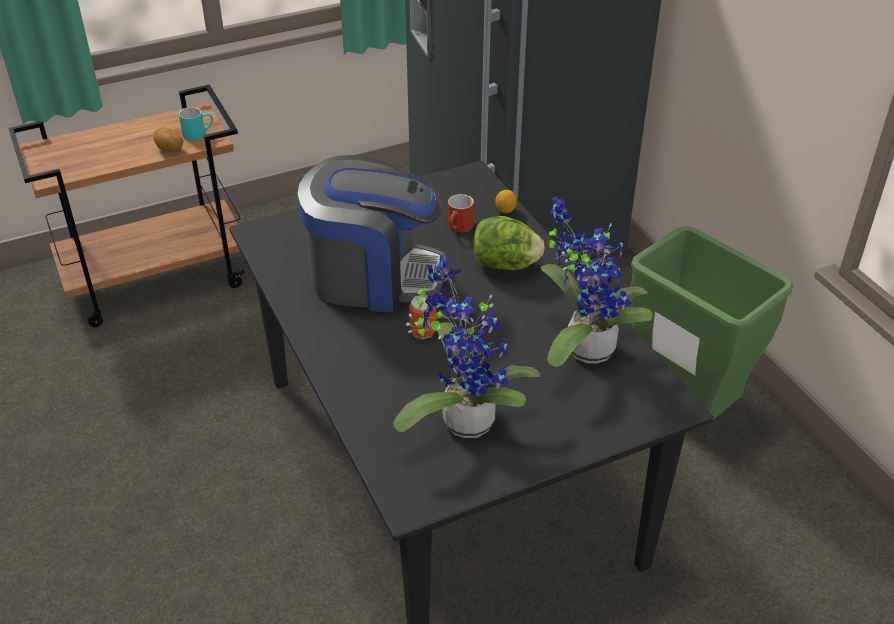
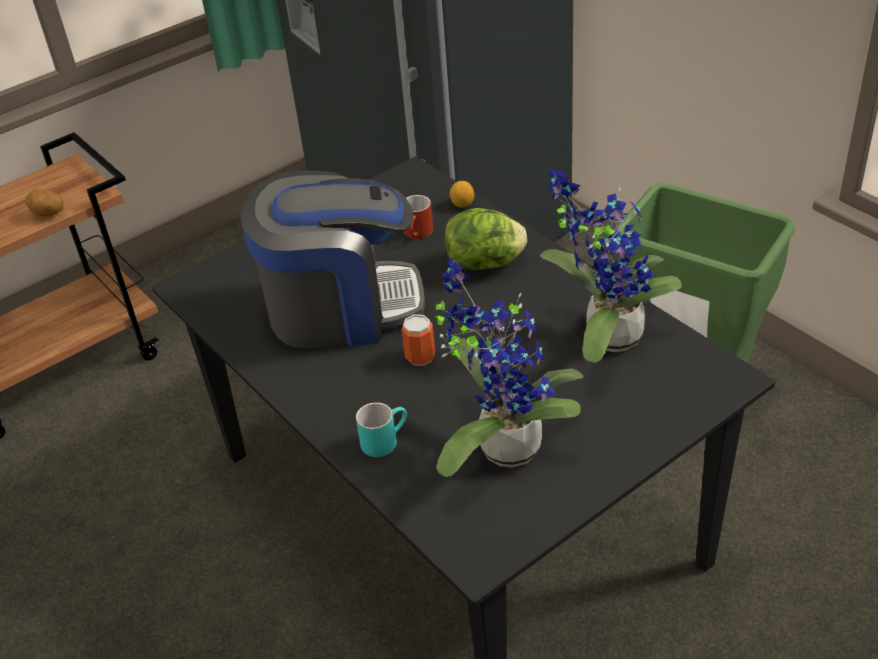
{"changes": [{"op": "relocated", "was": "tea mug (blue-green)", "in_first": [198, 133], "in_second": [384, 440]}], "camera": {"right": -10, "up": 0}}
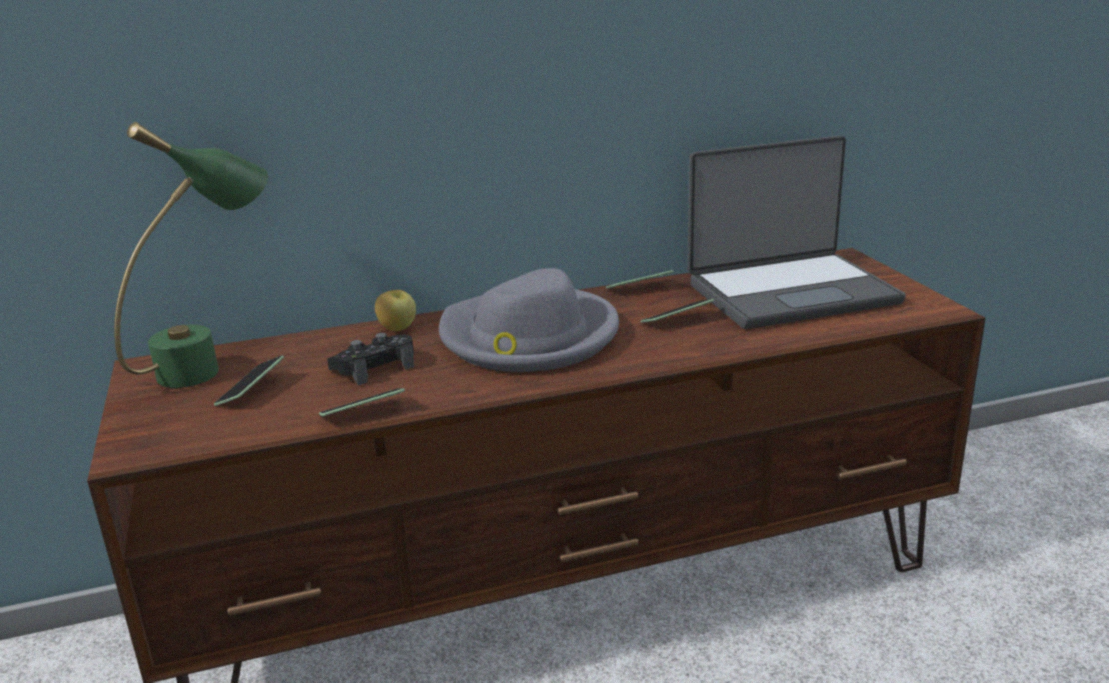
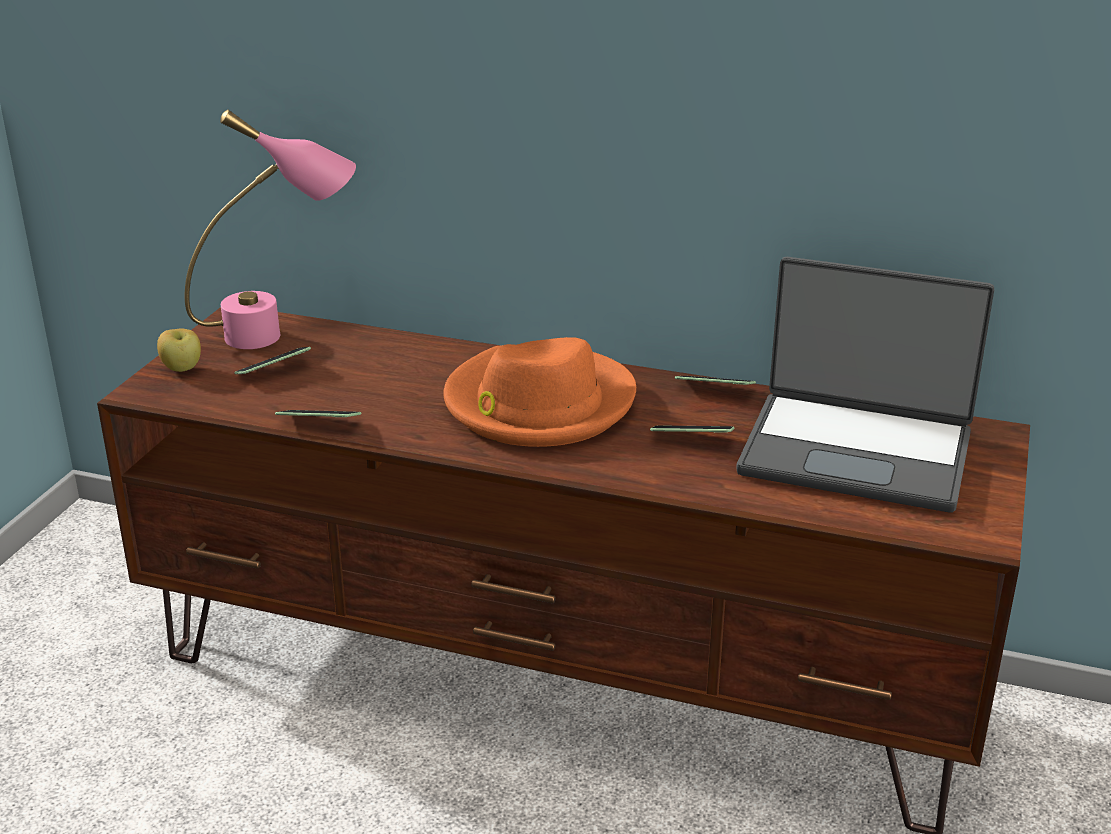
{"changes": [{"op": "colour", "was": "table lamp (green)", "now": "table lamp (pink-coloured)", "in_first": [213, 363], "in_second": [280, 333]}, {"op": "colour", "was": "hat (greyish)", "now": "hat (orange-coloured)", "in_first": [528, 337], "in_second": [537, 404]}, {"op": "relocated", "was": "apple fruit", "in_first": [398, 329], "in_second": [182, 369]}, {"op": "missing", "was": "game controller (black)", "in_first": [374, 367]}], "camera": {"right": 35, "up": 5}}
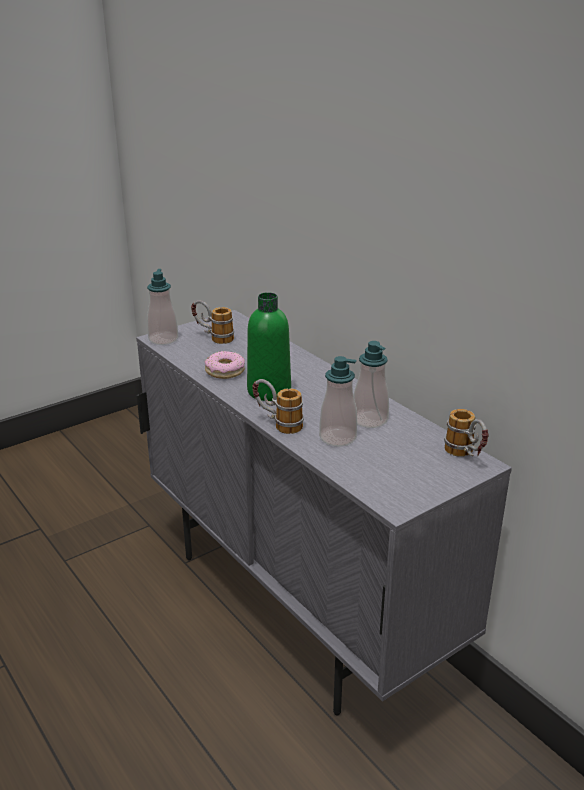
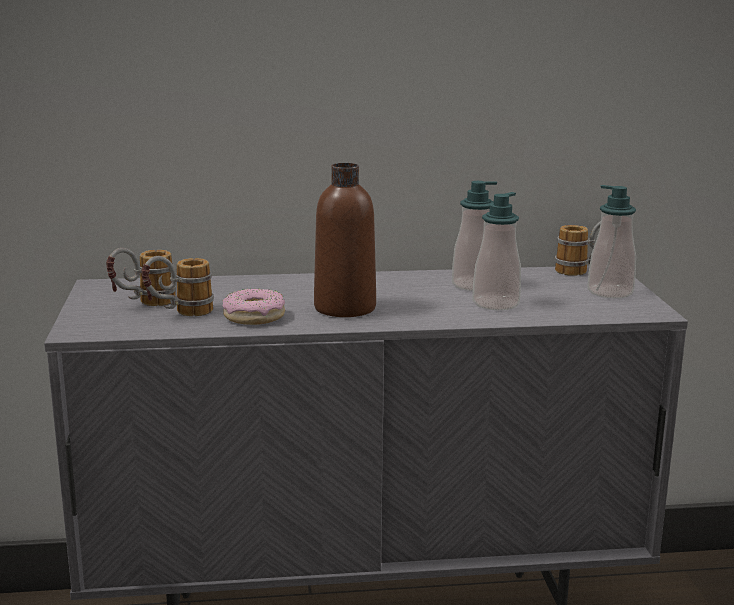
{"changes": [{"op": "relocated", "was": "liquid soap bottle", "in_first": [163, 339], "in_second": [610, 292]}, {"op": "colour", "was": "beverage bottle (green)", "now": "beverage bottle (brown-coloured)", "in_first": [269, 391], "in_second": [345, 308]}, {"op": "relocated", "was": "tea mug", "in_first": [277, 424], "in_second": [179, 313]}], "camera": {"right": -60, "up": -10}}
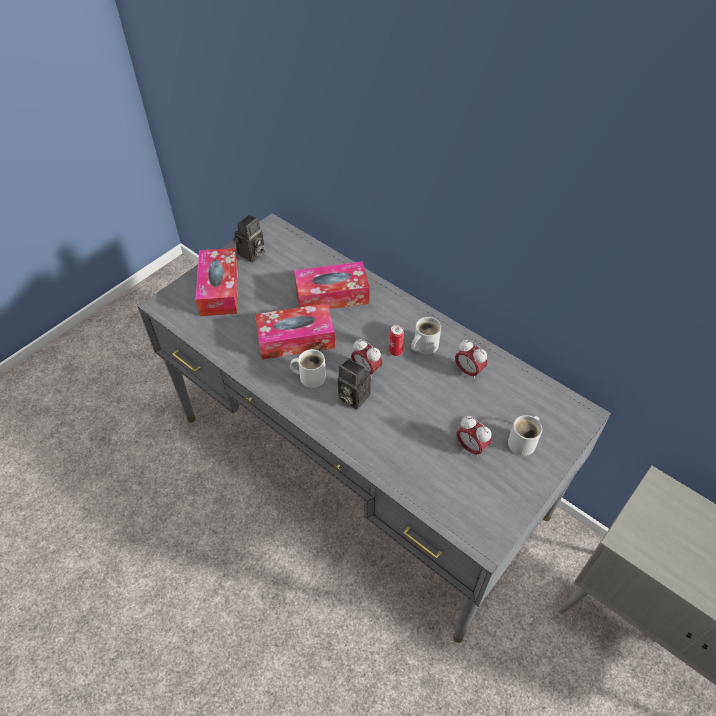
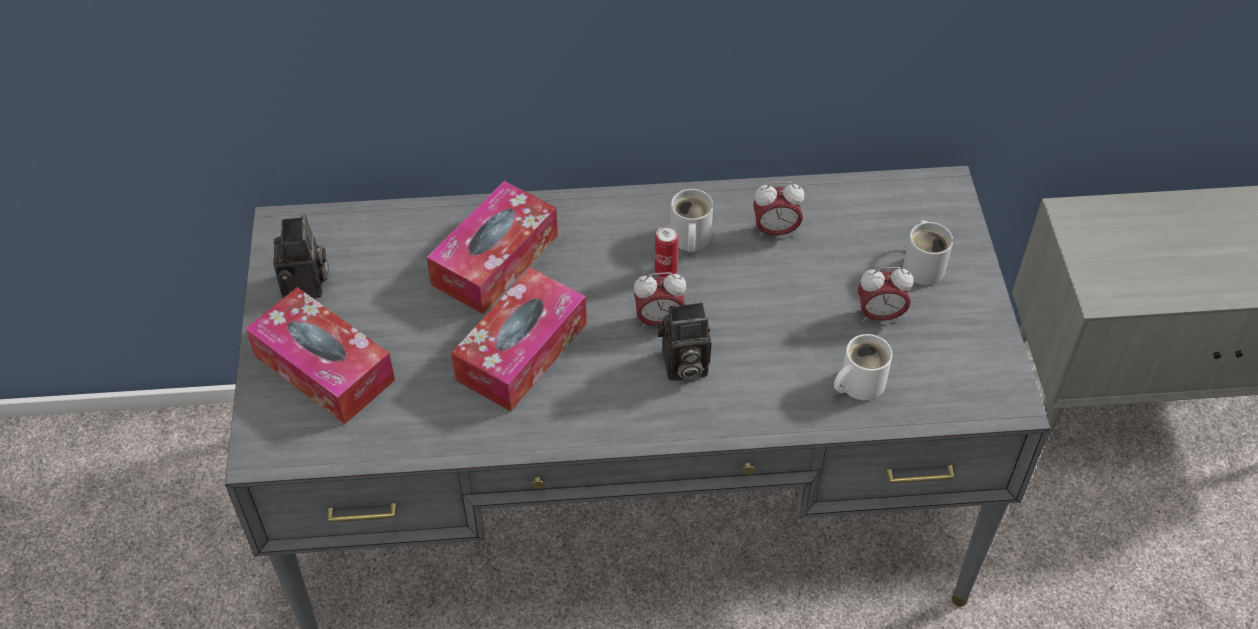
{"changes": [{"op": "relocated", "was": "tea mug (whitish)", "in_first": [310, 376], "in_second": [857, 383]}], "camera": {"right": -45, "up": 0}}
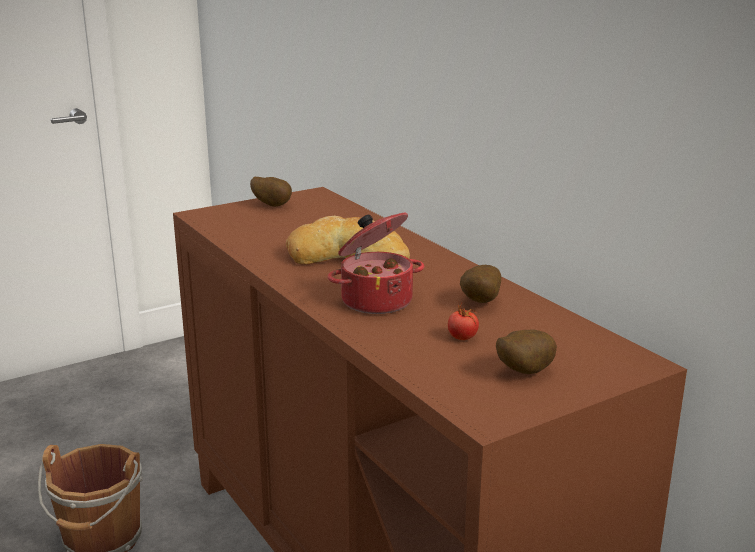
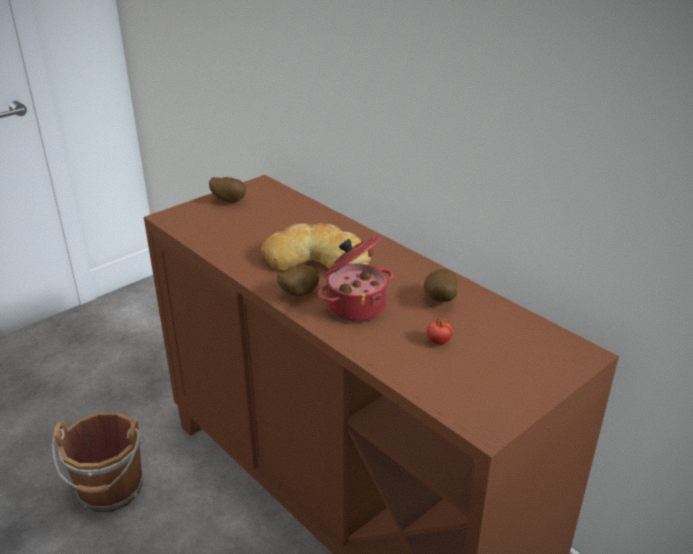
{"changes": [{"op": "relocated", "was": "potato", "in_first": [522, 372], "in_second": [297, 294]}], "camera": {"right": -10, "up": 10}}
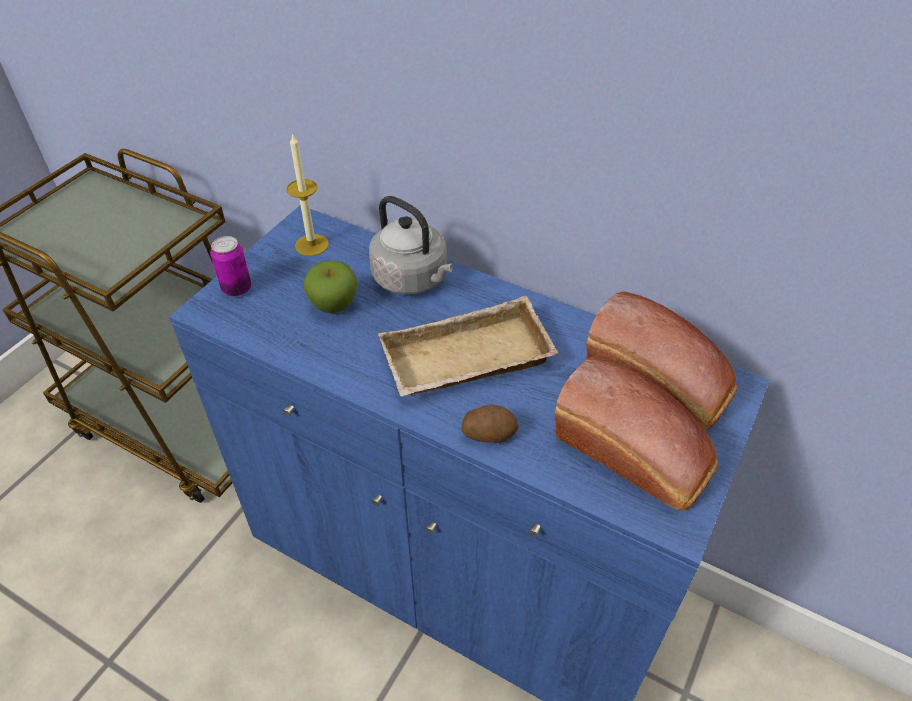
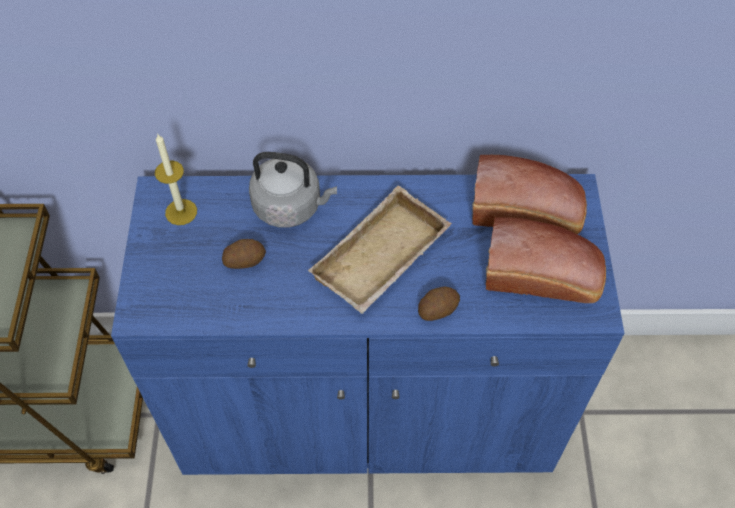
{"changes": [{"op": "missing", "was": "can", "in_first": [237, 289]}, {"op": "exchanged", "was": "apple fruit", "now": "potato", "in_first": [334, 305], "in_second": [244, 260]}], "camera": {"right": -30, "up": 10}}
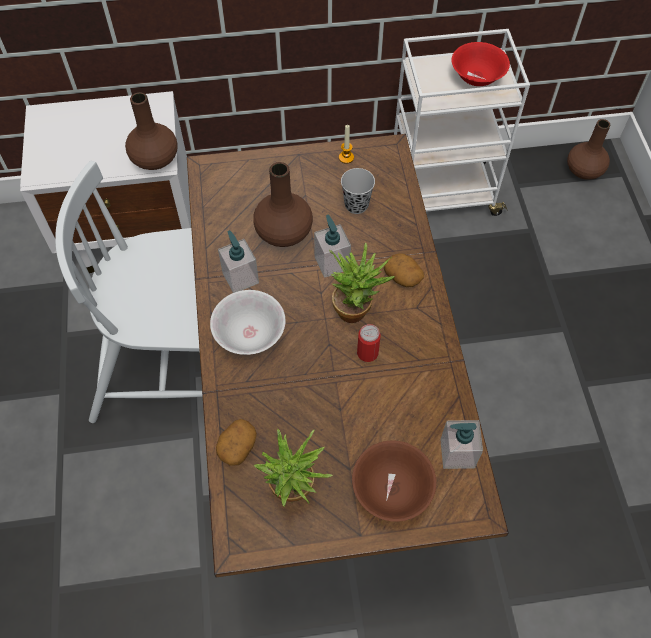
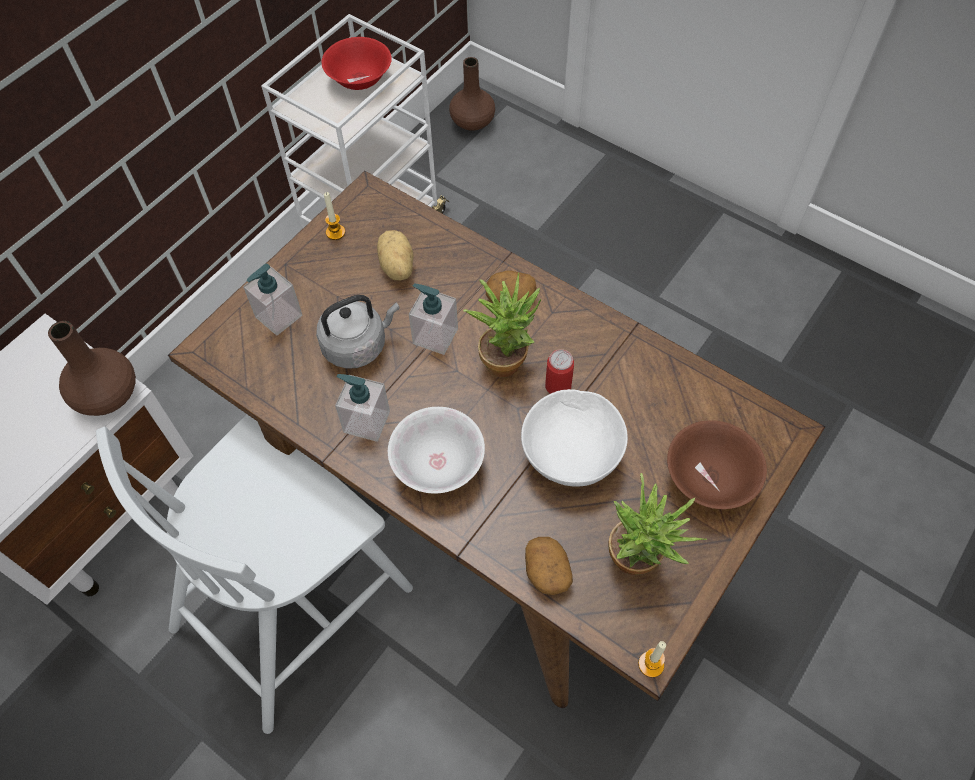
{"changes": [{"op": "exchanged", "was": "flower vase (brown-coloured)", "now": "water kettle (greyish)", "in_first": [284, 232], "in_second": [358, 345]}, {"op": "exchanged", "was": "small cup (black)", "now": "potato", "in_first": [356, 205], "in_second": [396, 267]}, {"op": "relocated", "was": "liquid soap bottle", "in_first": [457, 453], "in_second": [278, 316]}, {"op": "appeared", "now": "deep dish (whitish)", "in_second": [571, 454]}, {"op": "appeared", "now": "candle", "in_second": [651, 664]}], "camera": {"right": -45, "up": 0}}
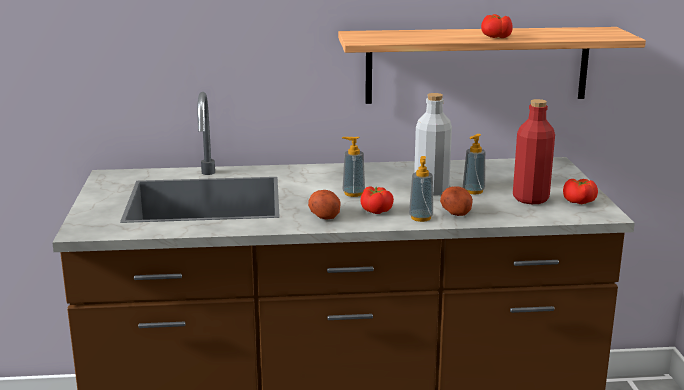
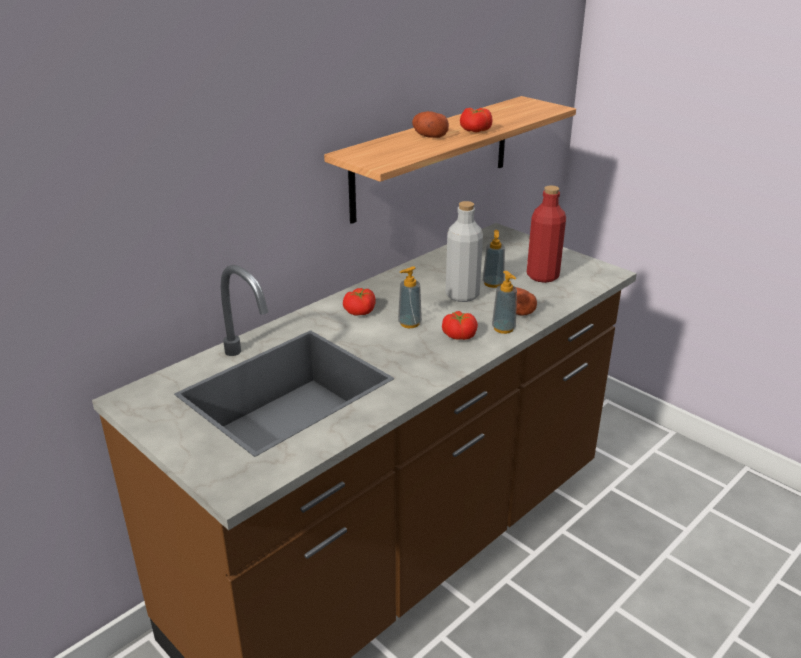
{"changes": [{"op": "relocated", "was": "whole tomato", "in_first": [579, 202], "in_second": [360, 312]}, {"op": "relocated", "was": "potato", "in_first": [324, 215], "in_second": [428, 136]}], "camera": {"right": -40, "up": 10}}
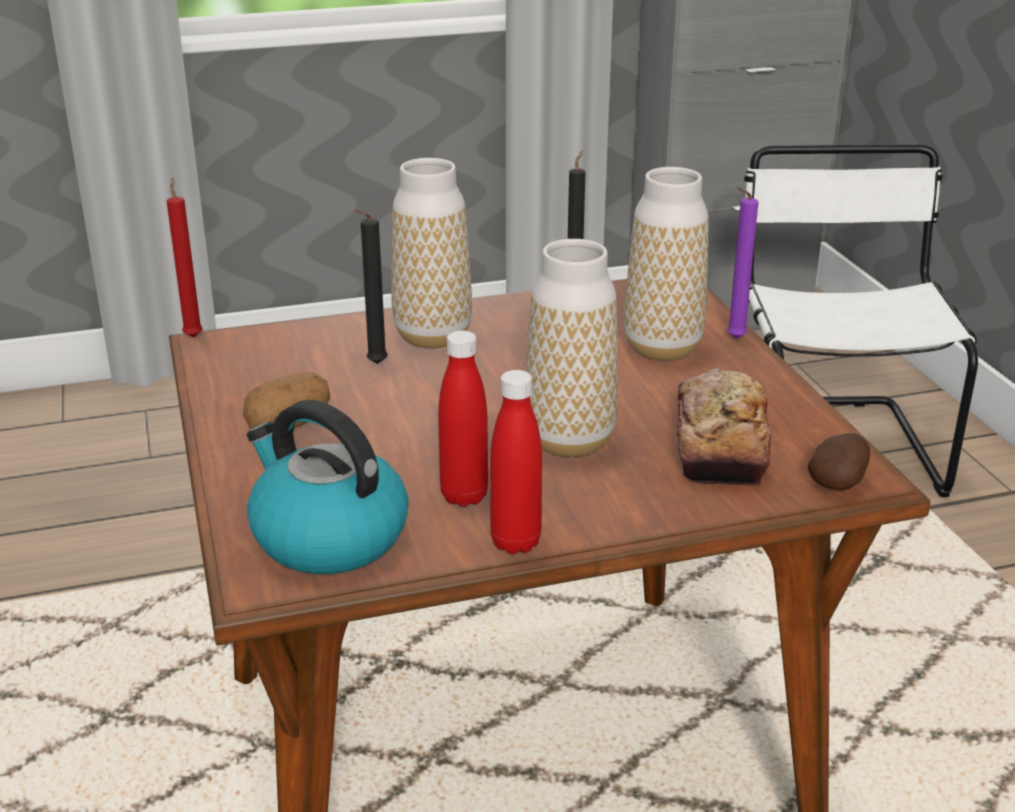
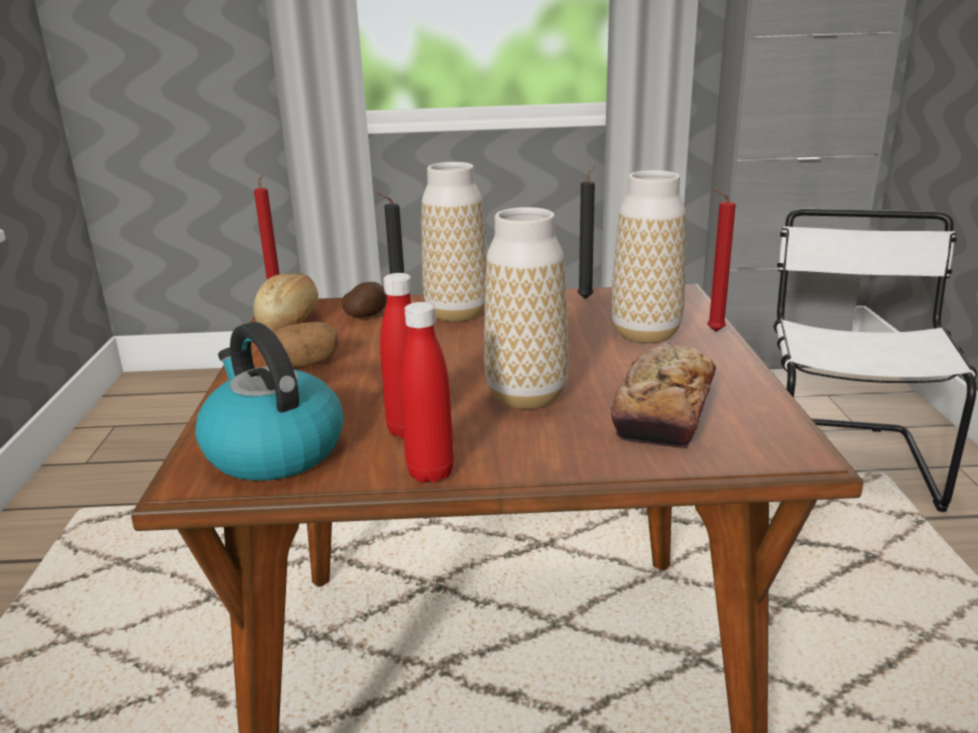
{"changes": [{"op": "colour", "was": "candle (purplish)", "now": "candle (reddish)", "in_first": [733, 339], "in_second": [712, 332]}, {"op": "relocated", "was": "potato", "in_first": [839, 483], "in_second": [366, 316]}, {"op": "appeared", "now": "bread", "in_second": [290, 321]}], "camera": {"right": 15, "up": -5}}
